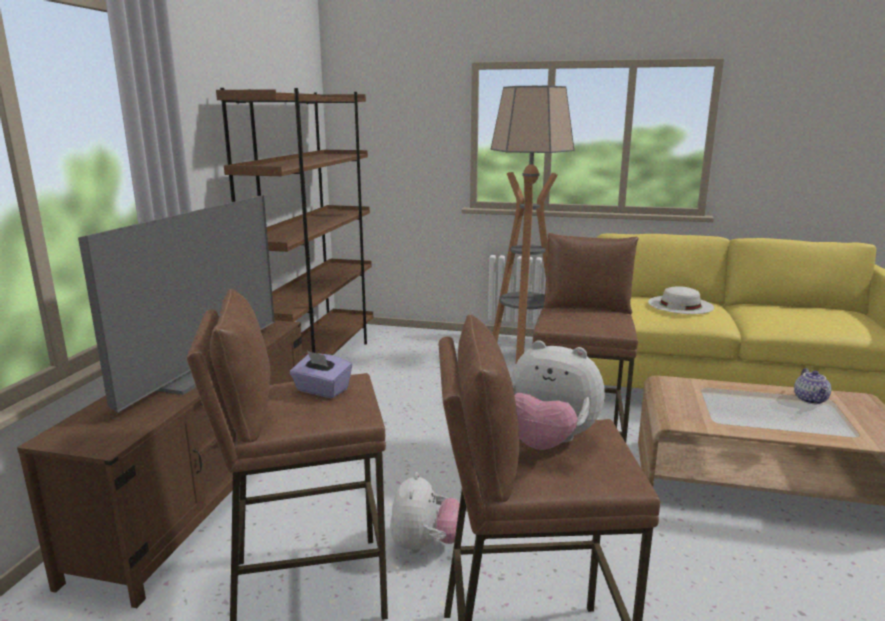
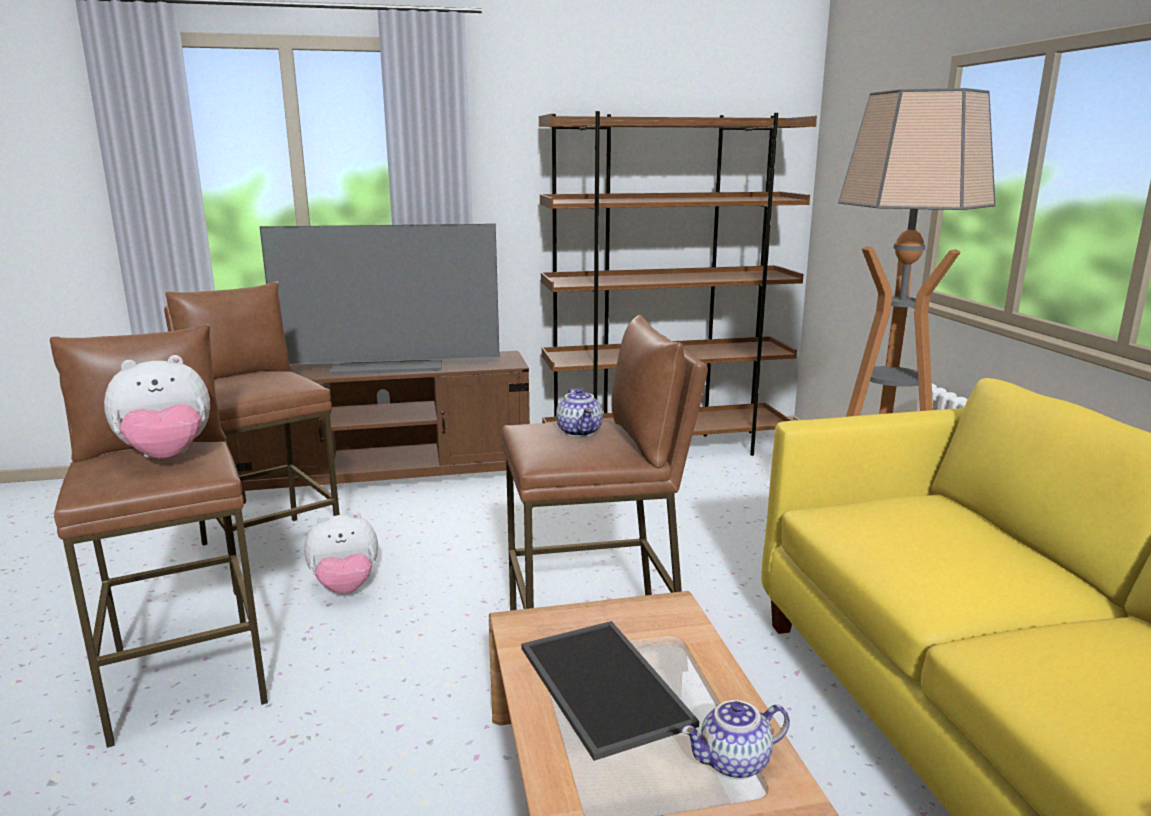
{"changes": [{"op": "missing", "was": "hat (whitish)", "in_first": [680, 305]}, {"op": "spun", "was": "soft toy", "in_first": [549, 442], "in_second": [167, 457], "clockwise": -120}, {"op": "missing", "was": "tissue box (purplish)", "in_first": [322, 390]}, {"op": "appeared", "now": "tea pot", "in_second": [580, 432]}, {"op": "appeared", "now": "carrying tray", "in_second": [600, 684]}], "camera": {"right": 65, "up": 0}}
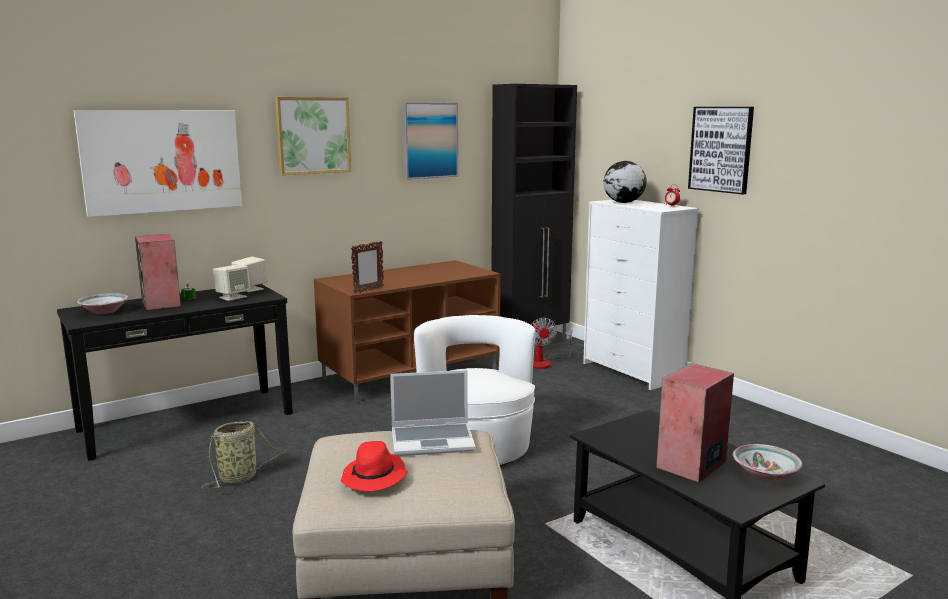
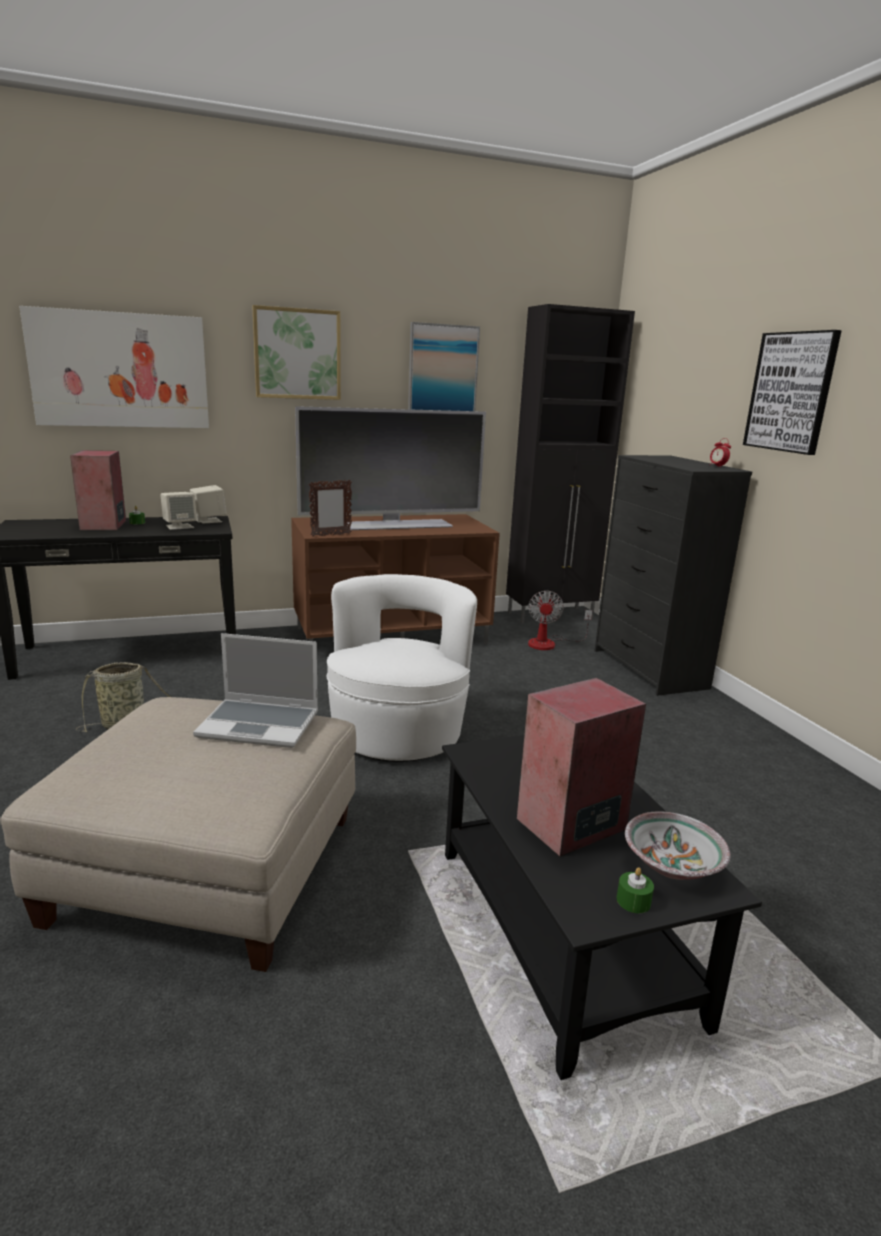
{"changes": [{"op": "missing", "was": "world globe", "in_first": [623, 202]}, {"op": "colour", "was": "chest of drawers (whitish)", "now": "chest of drawers (black)", "in_first": [633, 371], "in_second": [650, 669]}, {"op": "missing", "was": "deep dish", "in_first": [104, 311]}, {"op": "missing", "was": "hat (reddish)", "in_first": [374, 477]}, {"op": "appeared", "now": "TV", "in_second": [397, 525]}, {"op": "appeared", "now": "candle (green)", "in_second": [633, 901]}], "camera": {"right": 15, "up": 5}}
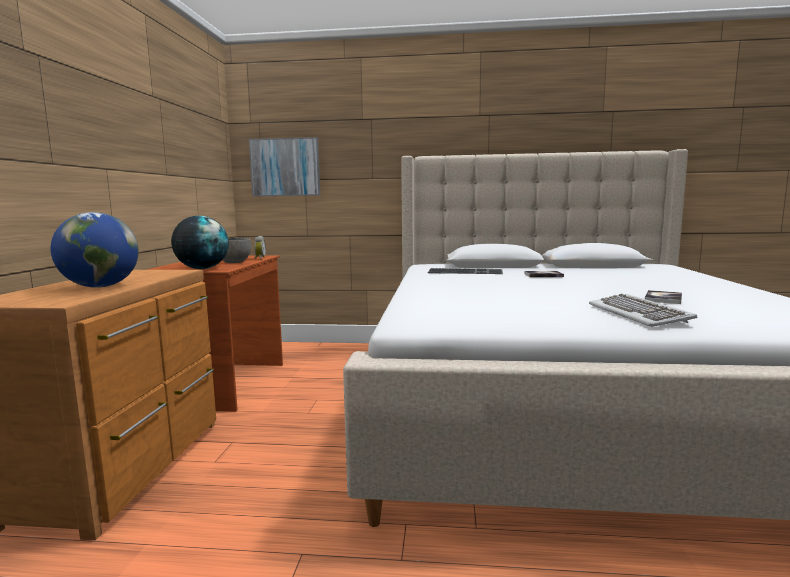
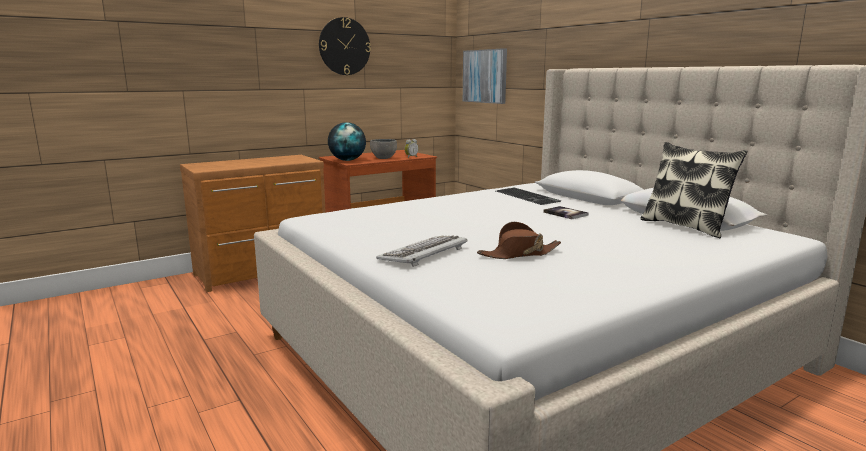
{"changes": [{"op": "missing", "was": "world globe", "in_first": [100, 287]}, {"op": "exchanged", "was": "volume", "now": "hat (brown-coloured)", "in_first": [663, 298], "in_second": [519, 254]}, {"op": "appeared", "now": "hanging clock", "in_second": [344, 46]}, {"op": "appeared", "now": "pillow", "in_second": [685, 226]}], "camera": {"right": 50, "up": 5}}
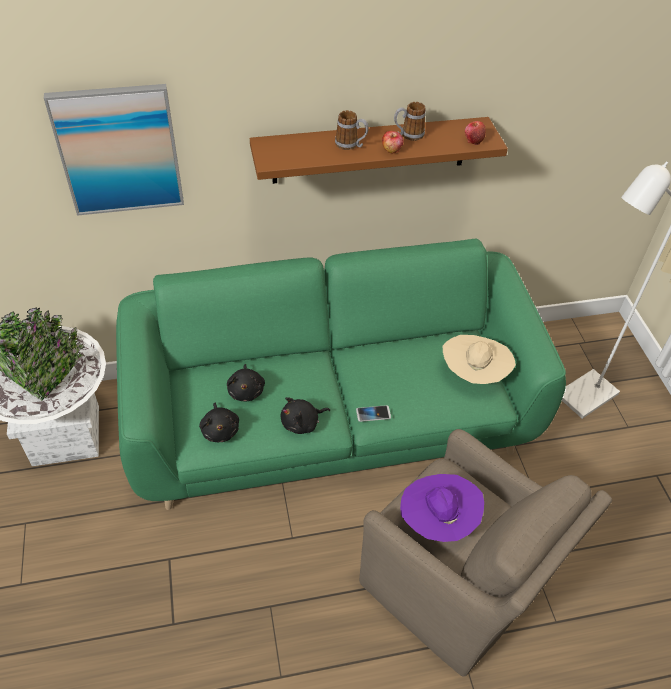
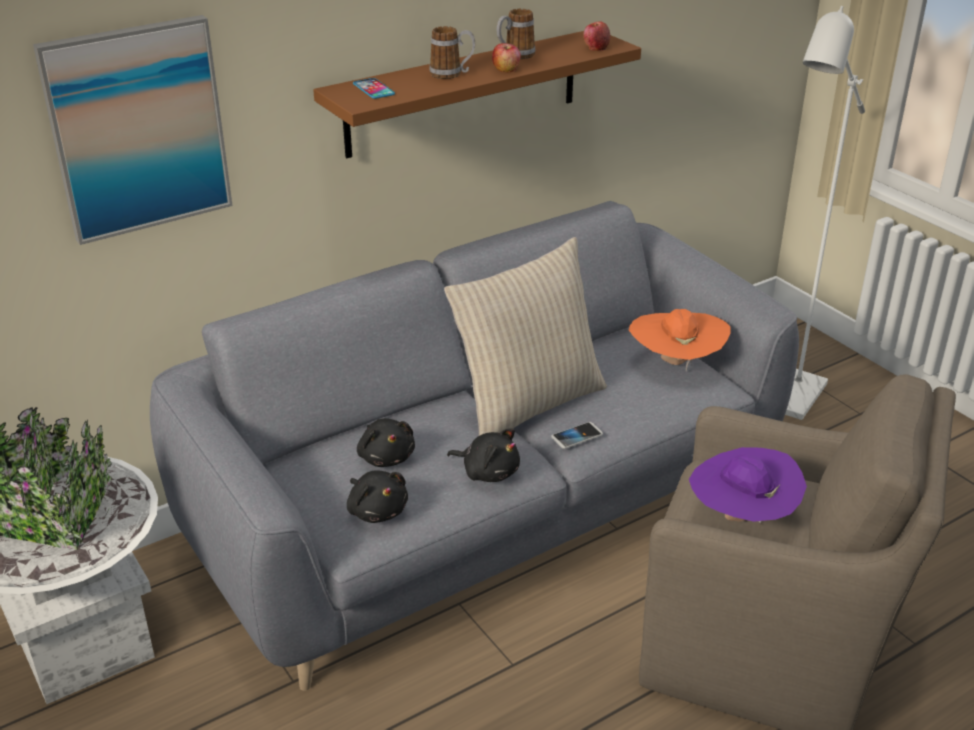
{"changes": [{"op": "colour", "was": "settee (green)", "now": "settee (greyish)", "in_first": [331, 422], "in_second": [486, 513]}, {"op": "colour", "was": "hat (beige-coloured)", "now": "hat (orange-coloured)", "in_first": [473, 375], "in_second": [676, 364]}, {"op": "spun", "was": "soft toy (black)", "in_first": [302, 423], "in_second": [488, 472], "clockwise": -105}, {"op": "appeared", "now": "handset", "in_second": [373, 89]}, {"op": "appeared", "now": "pillow (beige-coloured)", "in_second": [527, 403]}], "camera": {"right": -20, "up": -15}}
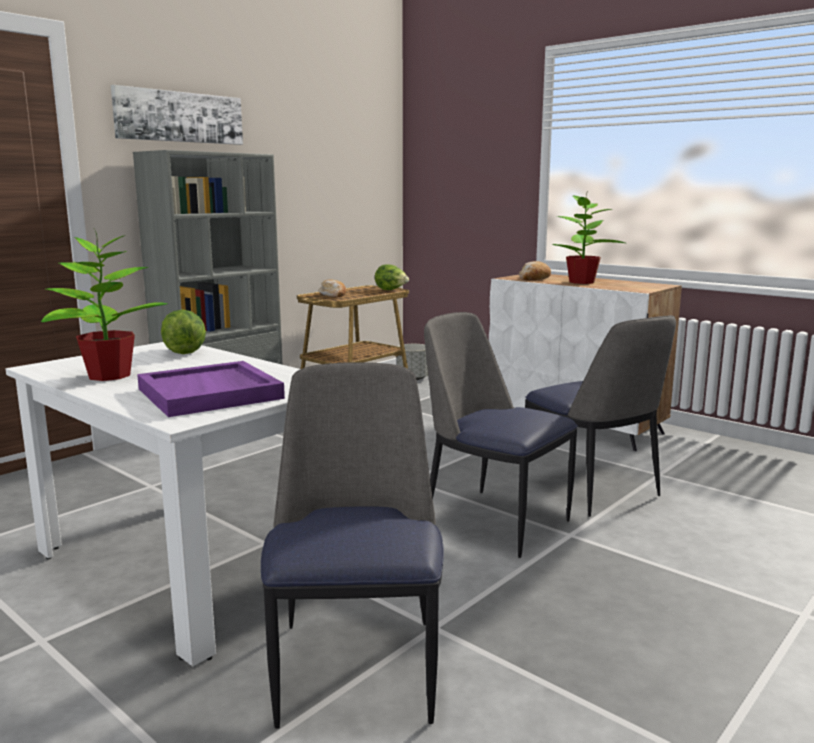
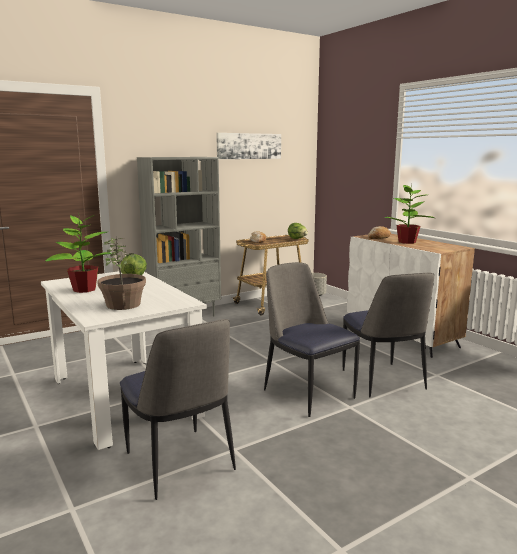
{"changes": [{"op": "relocated", "was": "wall picture", "in_first": [179, 117], "in_second": [249, 146]}, {"op": "exchanged", "was": "carrying tray (purplish)", "now": "houseplant", "in_first": [211, 394], "in_second": [124, 305]}, {"op": "spun", "was": "upright chair", "in_first": [357, 666], "in_second": [180, 463], "clockwise": 135}], "camera": {"right": 15, "up": 0}}
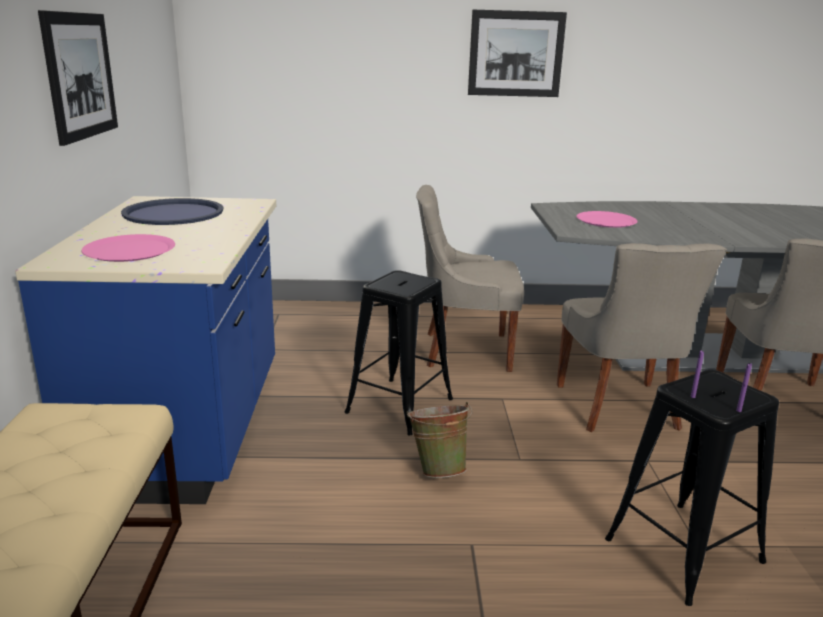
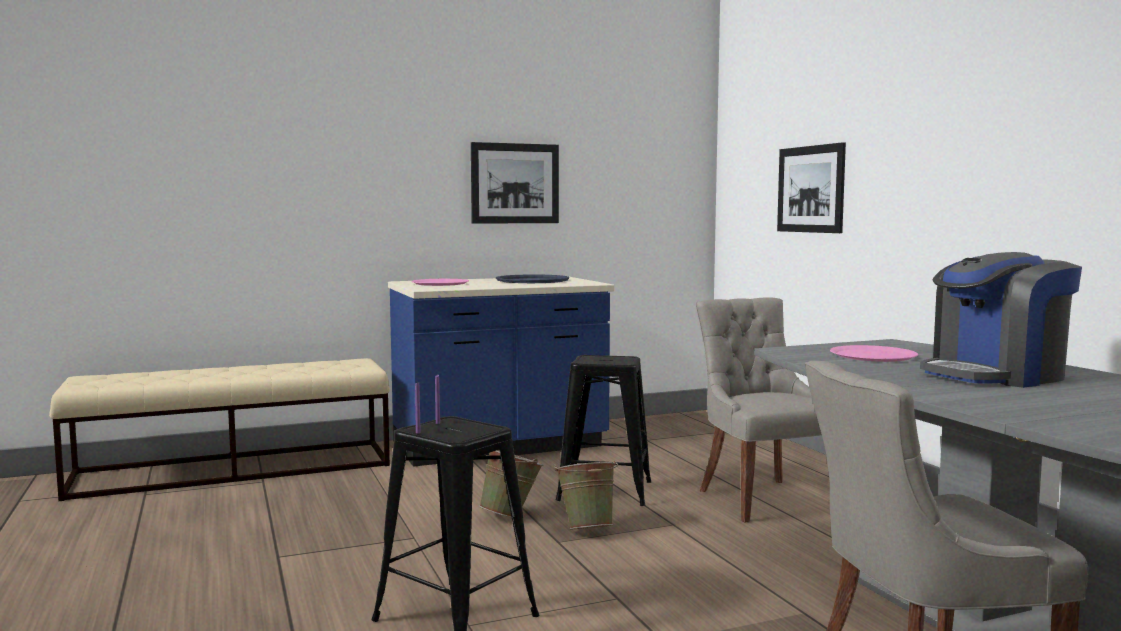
{"changes": [{"op": "relocated", "was": "wall picture", "in_first": [516, 54], "in_second": [810, 189]}, {"op": "missing", "was": "upright chair (greyish)", "in_first": [619, 408]}, {"op": "appeared", "now": "coffee brewer", "in_second": [995, 375]}, {"op": "appeared", "now": "water bucket (green)", "in_second": [587, 529]}], "camera": {"right": 70, "up": -15}}
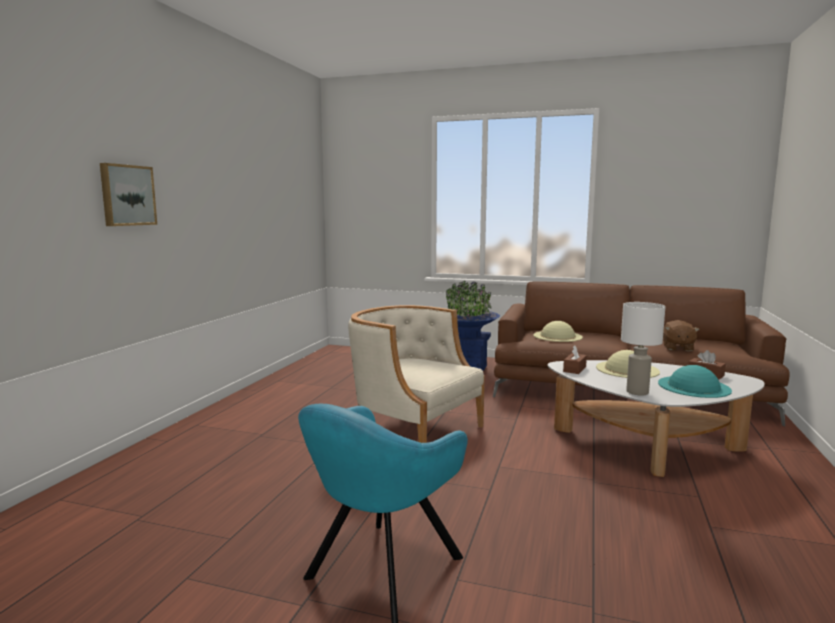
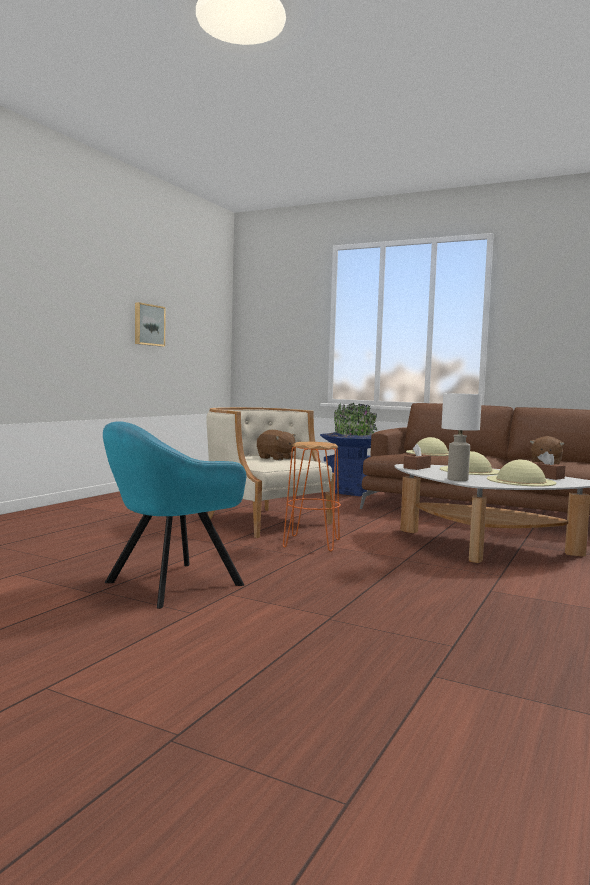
{"changes": [{"op": "relocated", "was": "wall picture", "in_first": [127, 195], "in_second": [148, 325]}, {"op": "colour", "was": "hat (blue-green)", "now": "hat (beige-coloured)", "in_first": [694, 386], "in_second": [521, 481]}, {"op": "appeared", "now": "soft toy (brown-coloured)", "in_second": [276, 458]}, {"op": "appeared", "now": "sitting stool (orange-coloured)", "in_second": [312, 543]}], "camera": {"right": 10, "up": -5}}
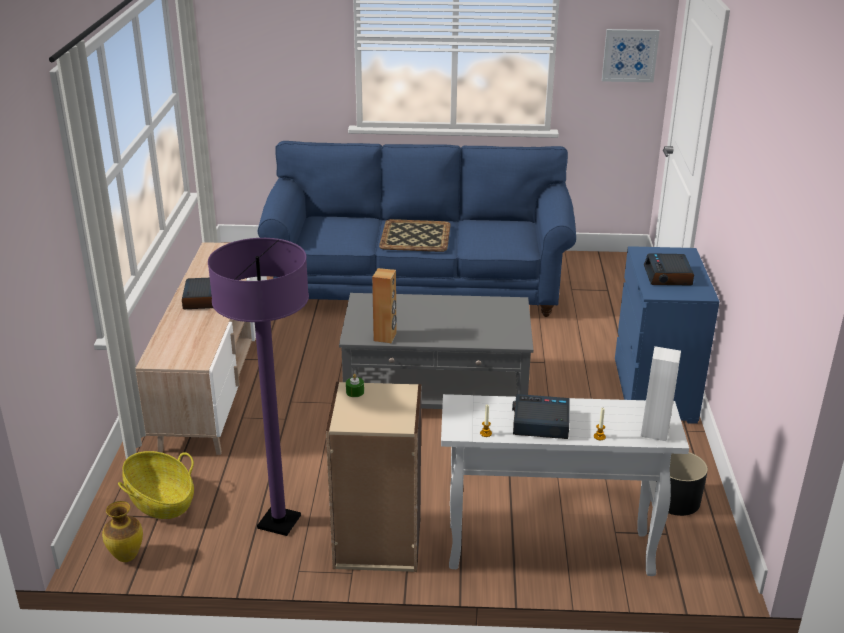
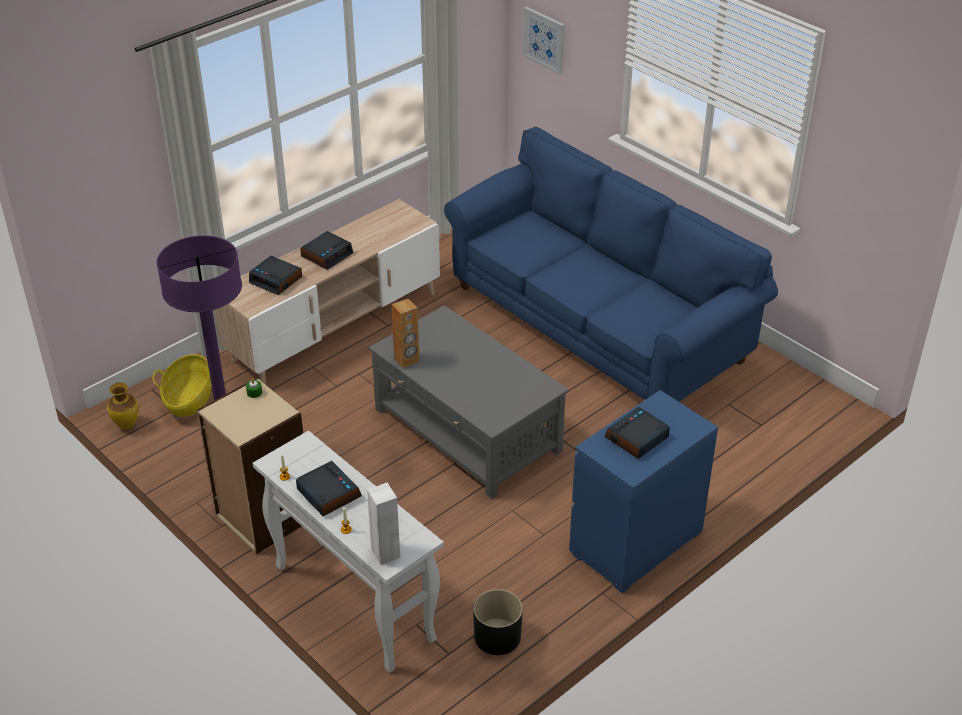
{"changes": [{"op": "relocated", "was": "wall picture", "in_first": [629, 55], "in_second": [544, 40]}, {"op": "missing", "was": "carrying tray", "in_first": [414, 236]}, {"op": "appeared", "now": "alarm clock", "in_second": [276, 280]}], "camera": {"right": 45, "up": 10}}
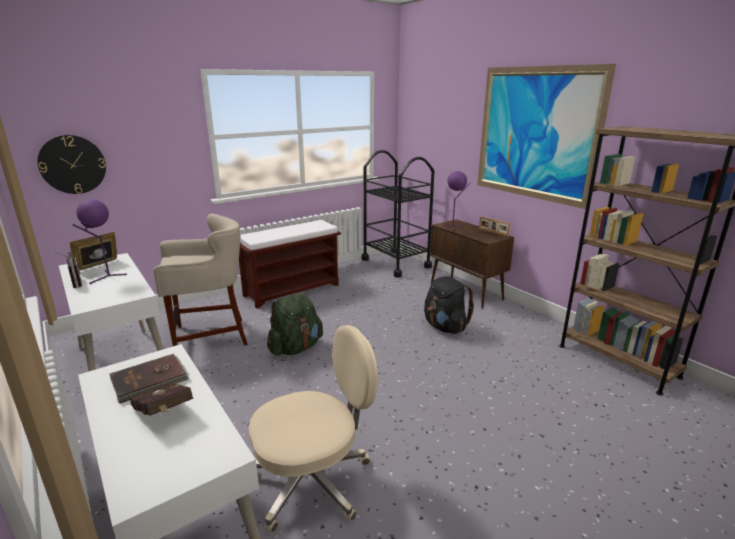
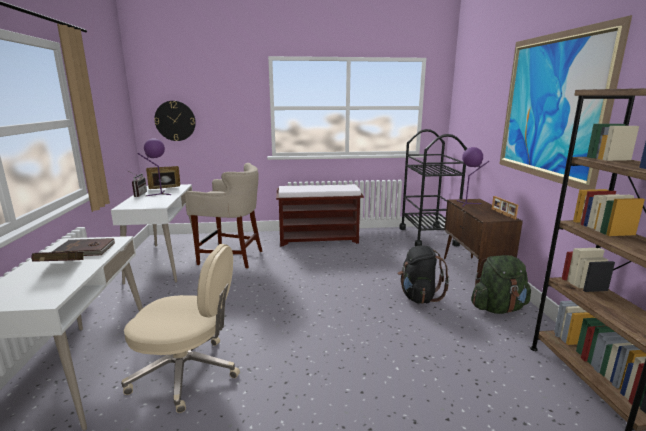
{"changes": [{"op": "relocated", "was": "rucksack (green)", "in_first": [296, 348], "in_second": [498, 308]}], "camera": {"right": 30, "up": -5}}
